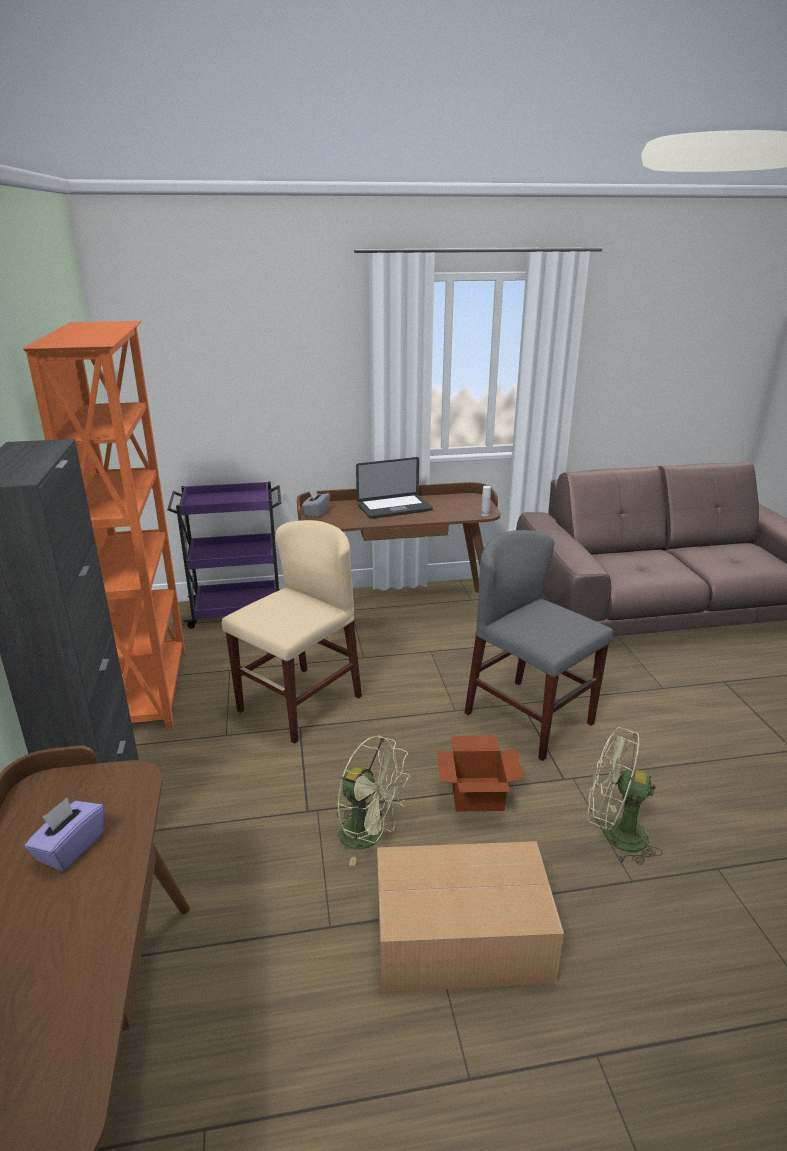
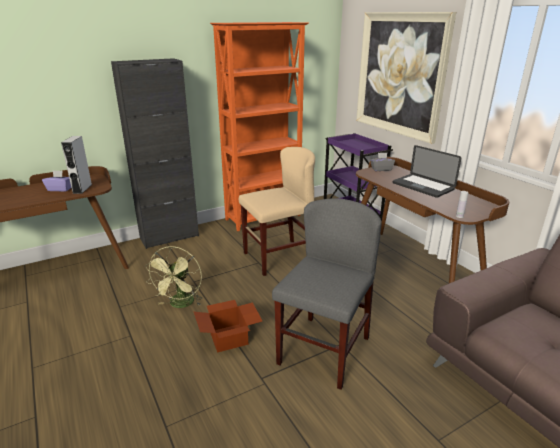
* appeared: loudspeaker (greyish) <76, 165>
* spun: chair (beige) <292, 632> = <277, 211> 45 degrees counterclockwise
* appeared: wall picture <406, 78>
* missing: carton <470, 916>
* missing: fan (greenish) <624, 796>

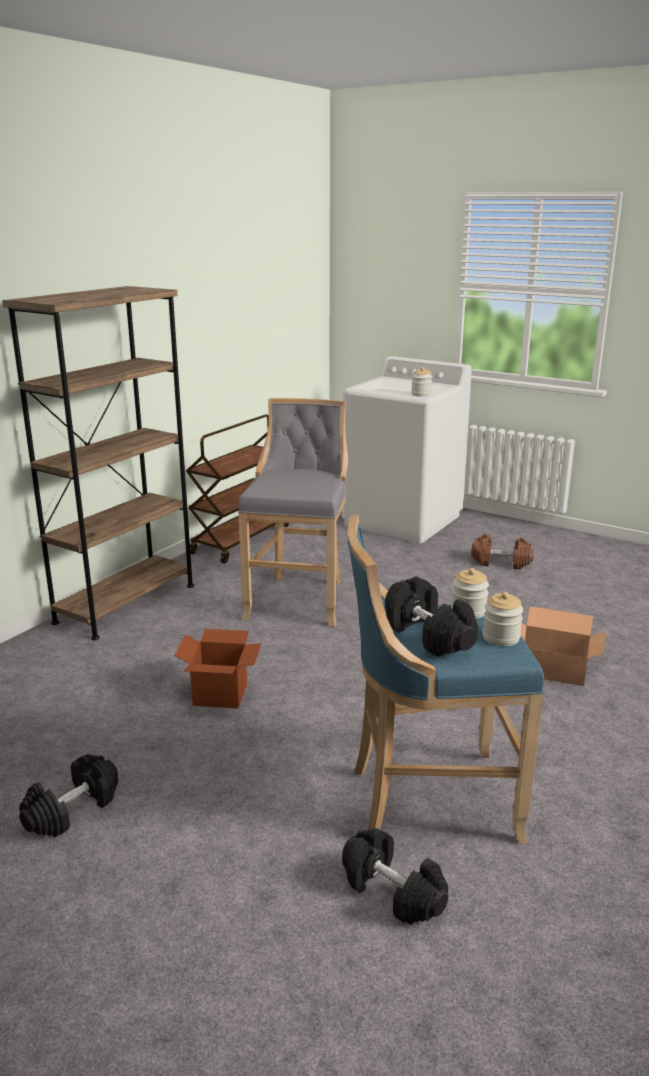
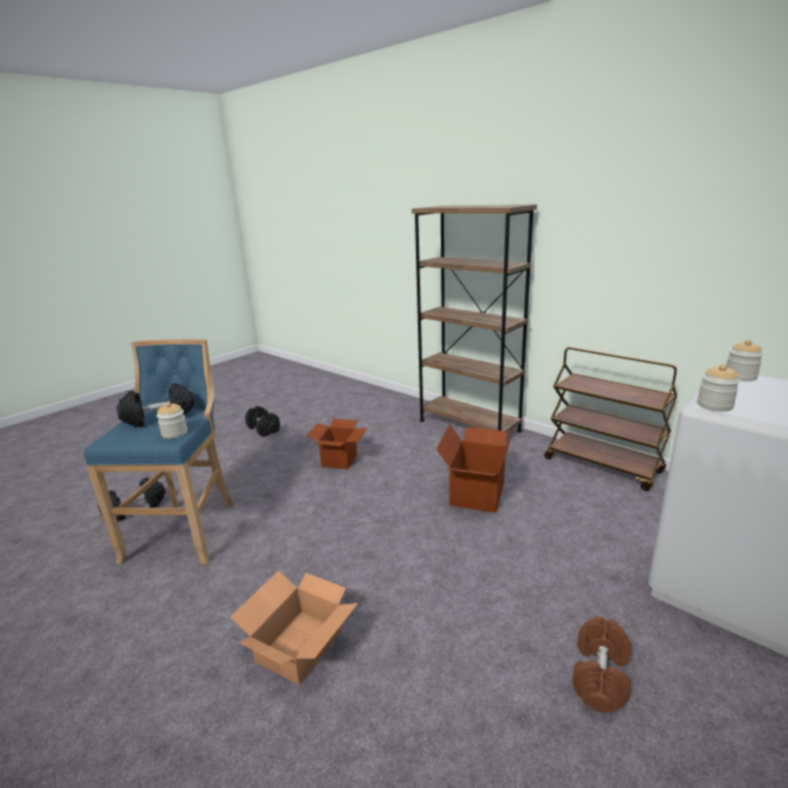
* exchanged: sitting stool (greyish) <293, 512> to carton <475, 468>
* relocated: jar <503, 619> to <744, 360>

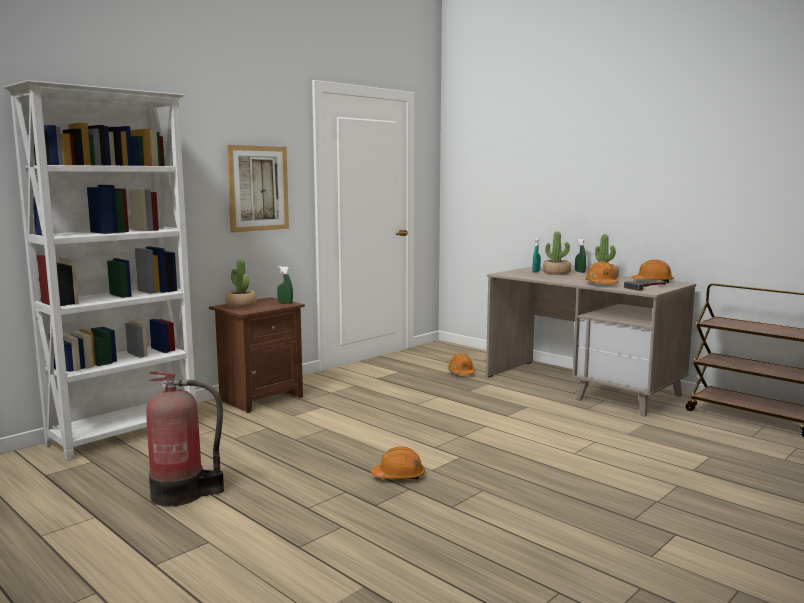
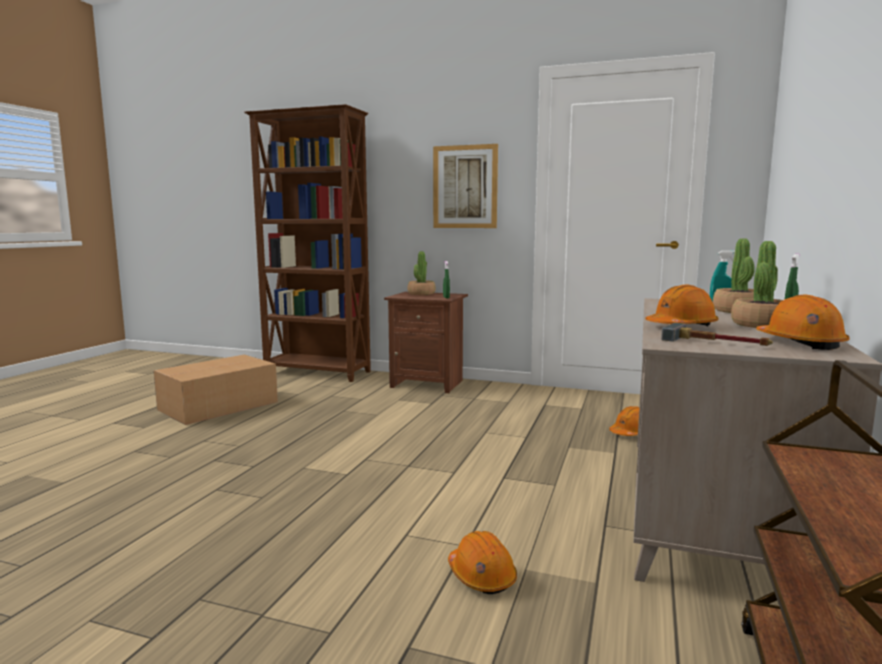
* exchanged: fire-fighting cylinder <185, 438> to carton <216, 389>
* colour: bookshelf (white-coloured) <100, 270> to bookshelf (brownish) <307, 243>
* relocated: safety helmet (orange-coloured) <398, 462> to <482, 562>

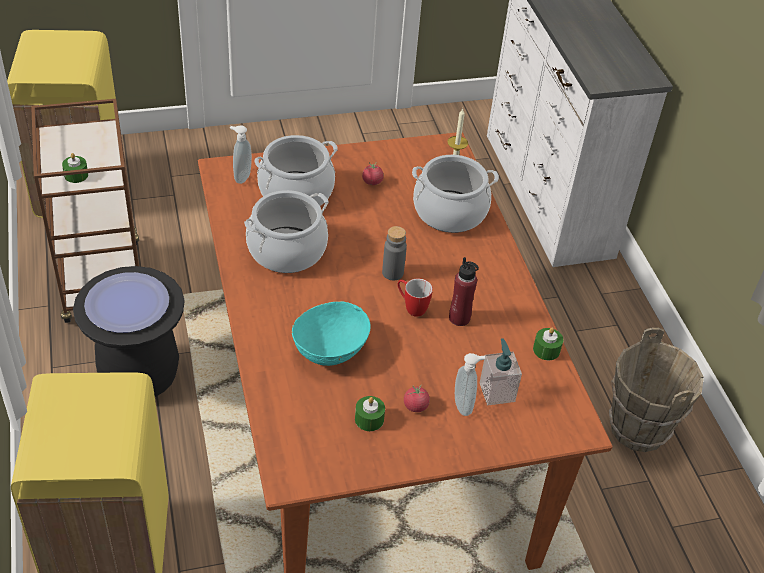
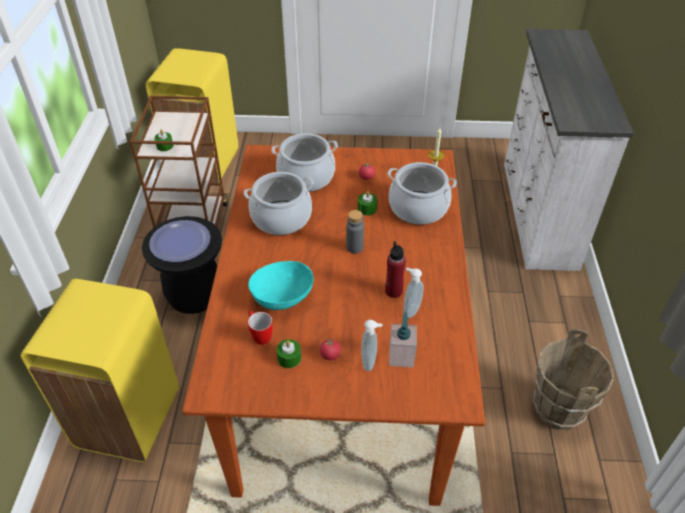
* relocated: coffee mug <415, 297> to <260, 327>
* relocated: candle (greenish) <548, 344> to <367, 203>
* relocated: liquid soap bottle <241, 154> to <413, 293>

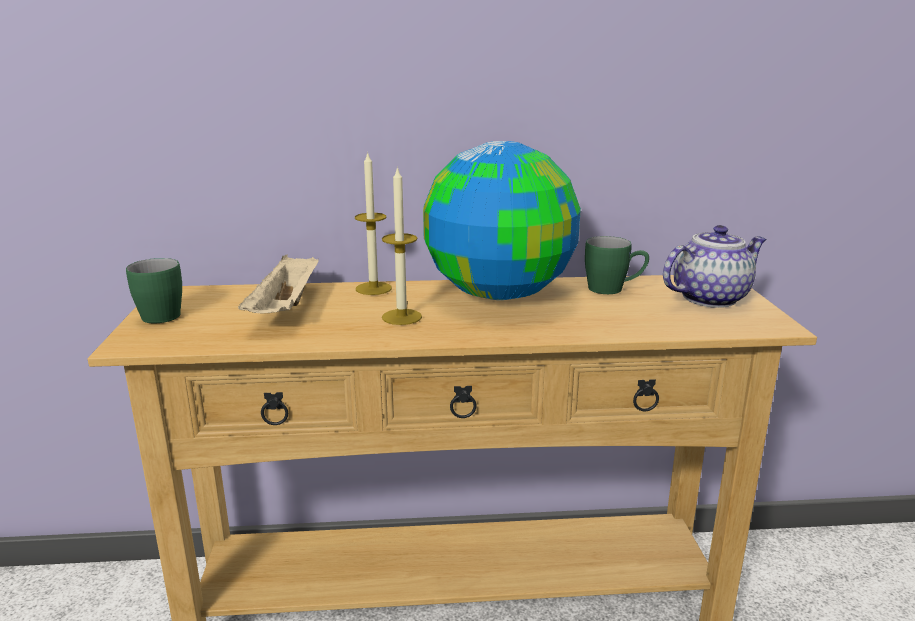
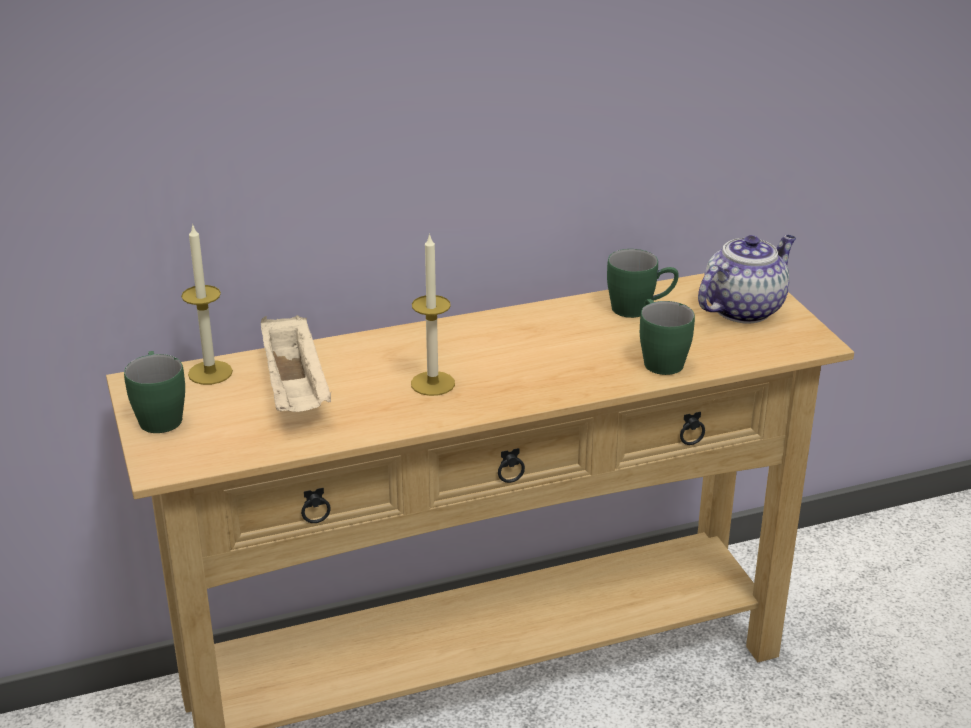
* relocated: candle <373, 223> to <207, 304>
* appeared: coffee mug (greenish) <667, 337>
* missing: world globe <502, 220>

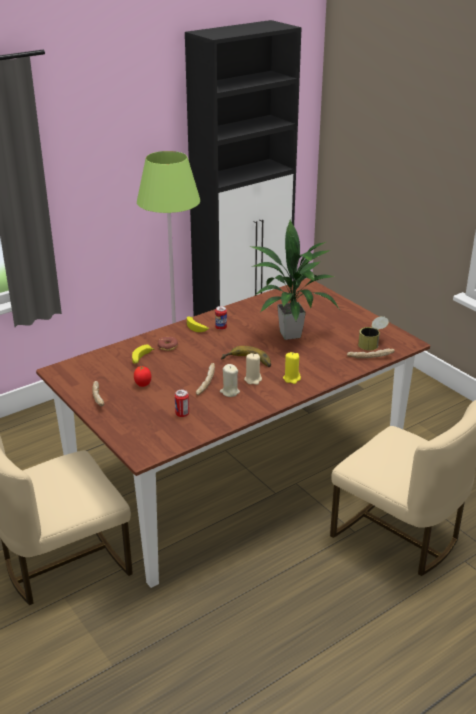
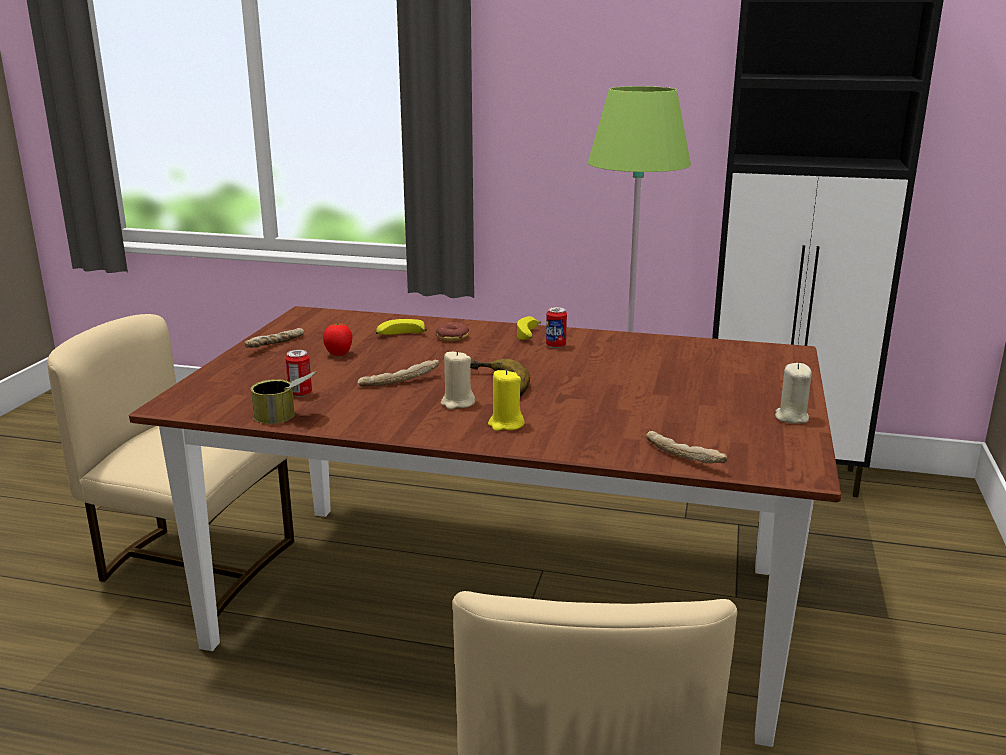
* relocated: metal can <373, 333> to <284, 397>
* relocated: candle (beige) <230, 380> to <793, 393>
* missing: potted plant <294, 279>

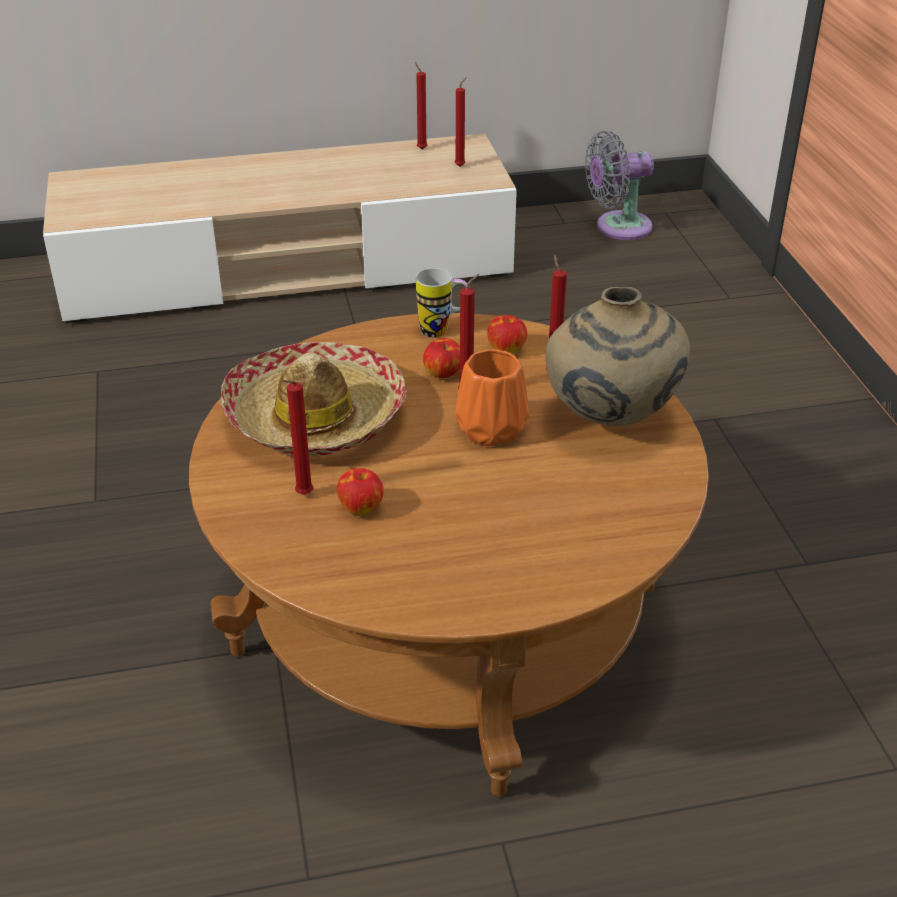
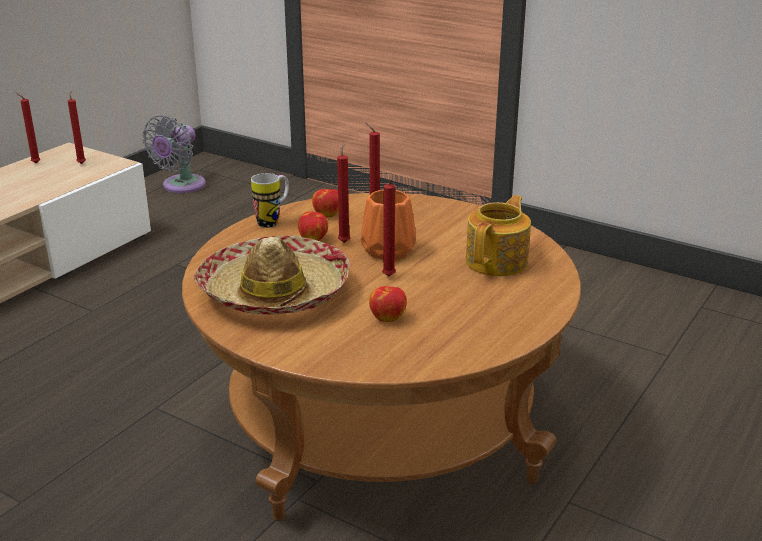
* relocated: candle (reddish) <297, 437> to <389, 227>
* appeared: pot for tea <498, 235>
* missing: decorative vase (beige) <617, 356>

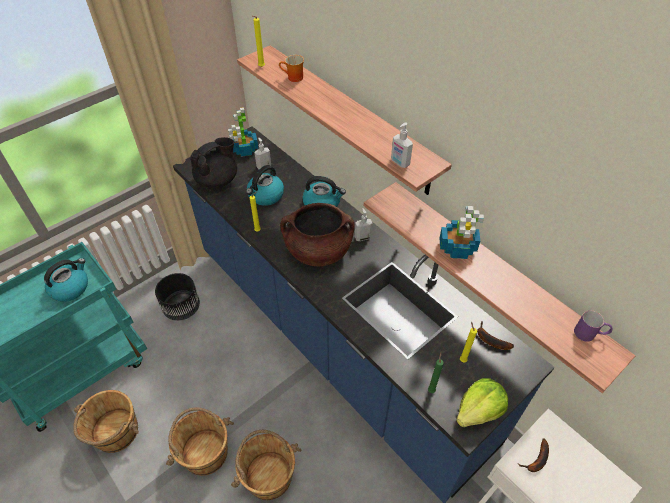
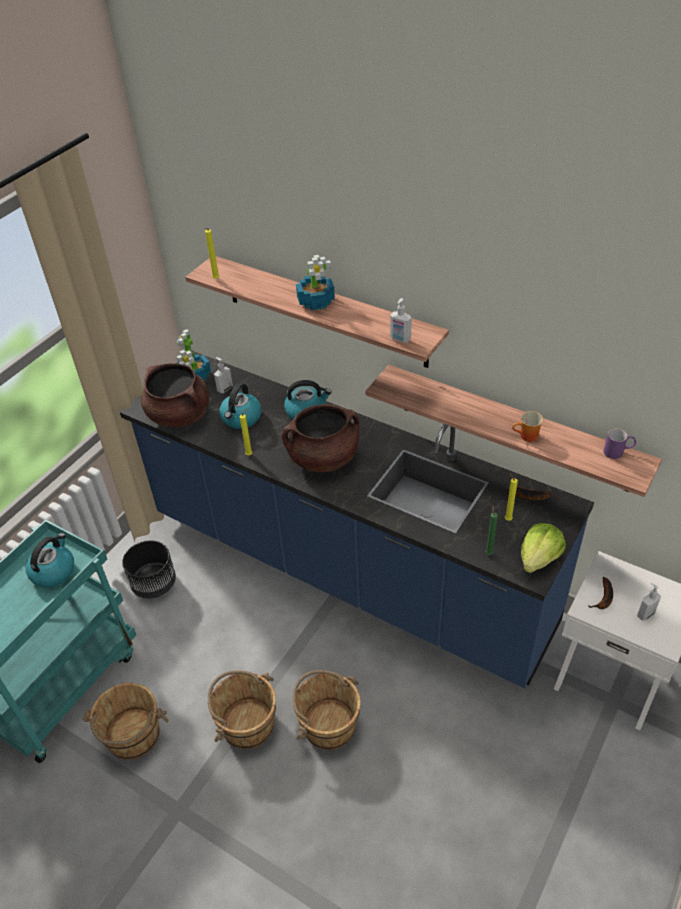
* exchanged: pot for tea (black-coloured) <213, 162> to saucepot (brownish) <175, 395>
* relocated: potted plant <462, 232> to <315, 283>
* relocated: coffee mug <291, 68> to <527, 426>
* relocated: liquid soap bottle <364, 224> to <649, 602>

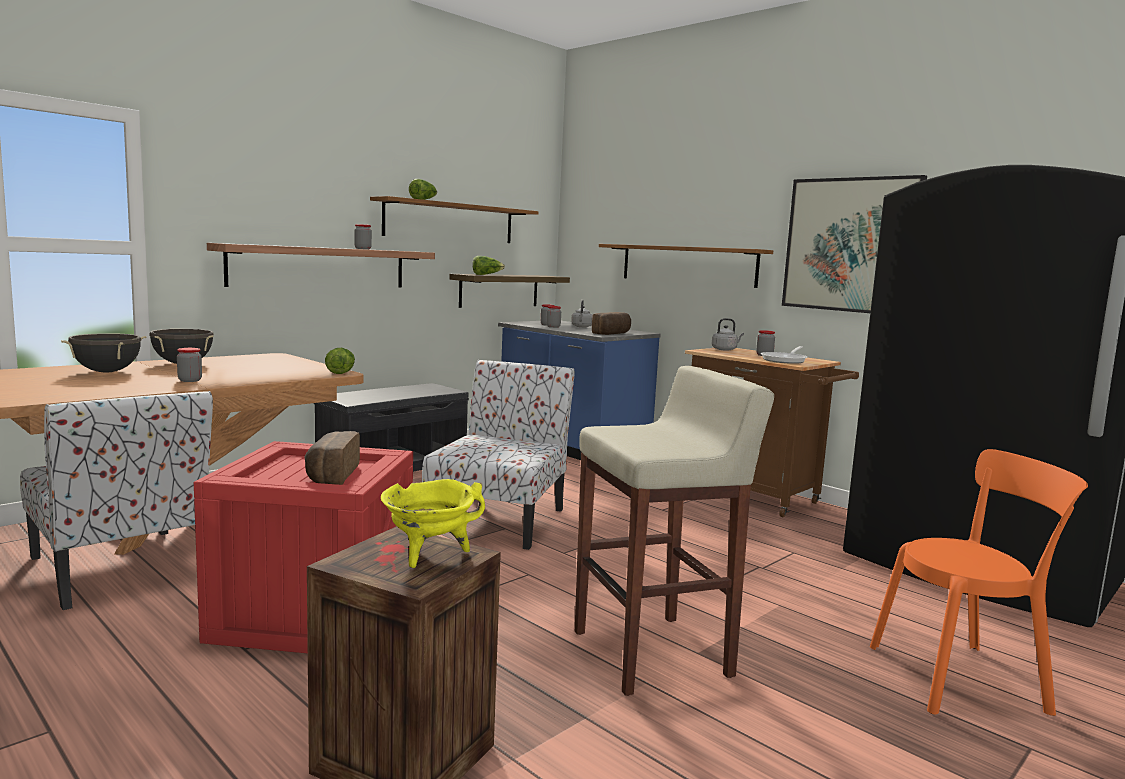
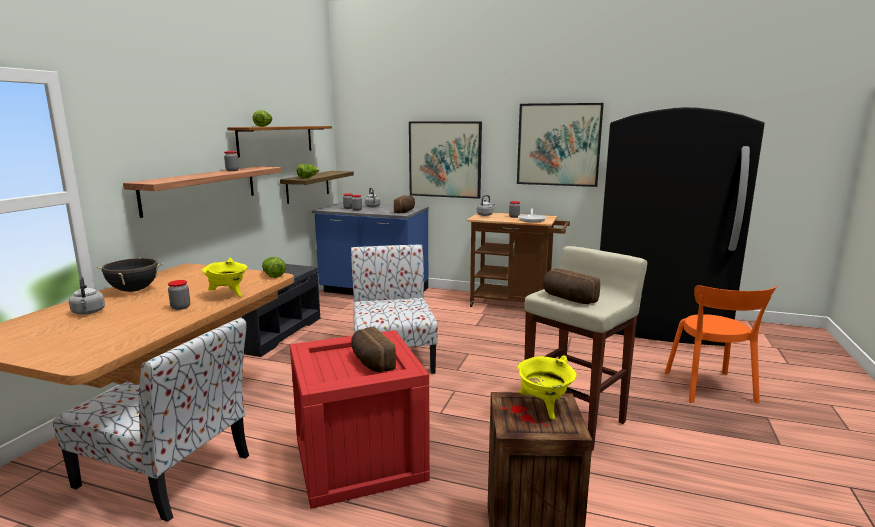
* exchanged: saucepot (black-coloured) <103, 353> to tea kettle (greyish) <87, 295>
* appeared: saucepot (yellow) <225, 277>
* exchanged: shelf <686, 266> to wall picture <445, 160>
* appeared: baked bread <571, 286>
* spun: chair (orange-coloured) <979, 582> = <721, 344> 120 degrees clockwise

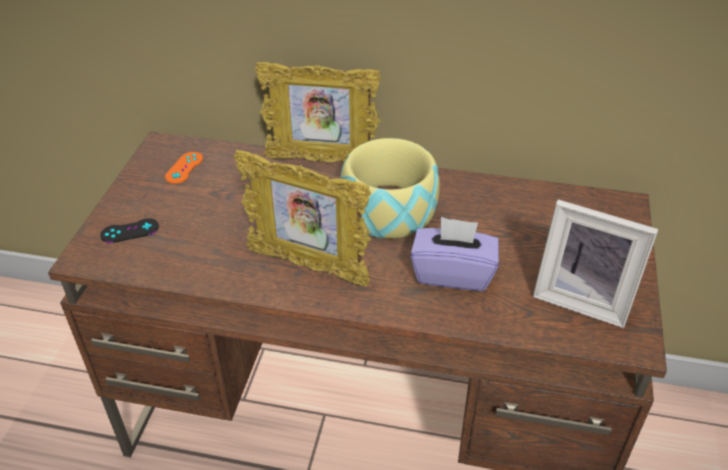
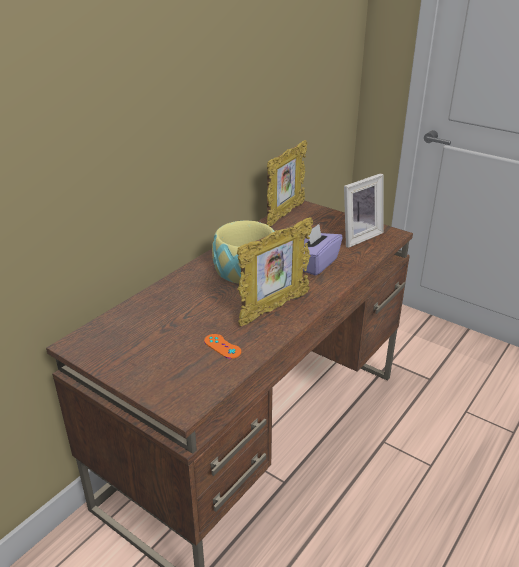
* relocated: gamepad (orange-coloured) <184, 168> to <222, 346>
* relocated: photo frame <318, 112> to <287, 183>
* missing: gamepad (black-coloured) <129, 230>

